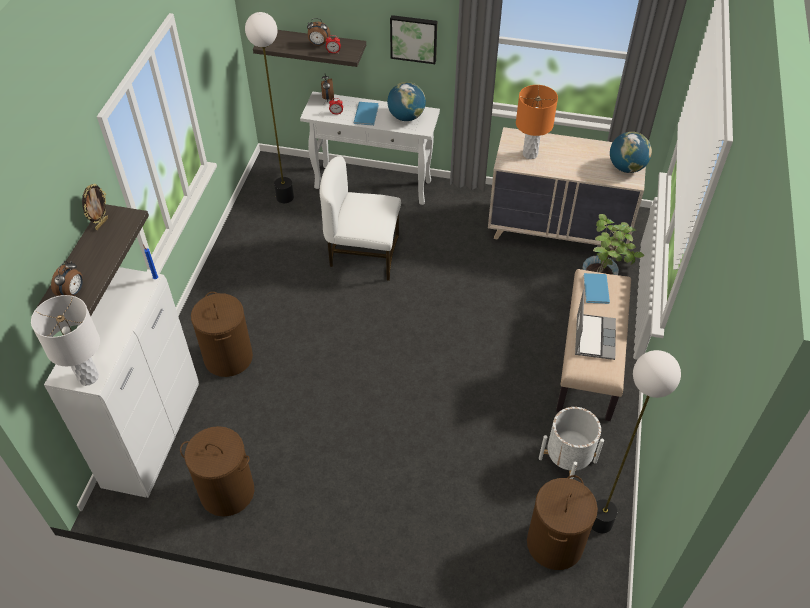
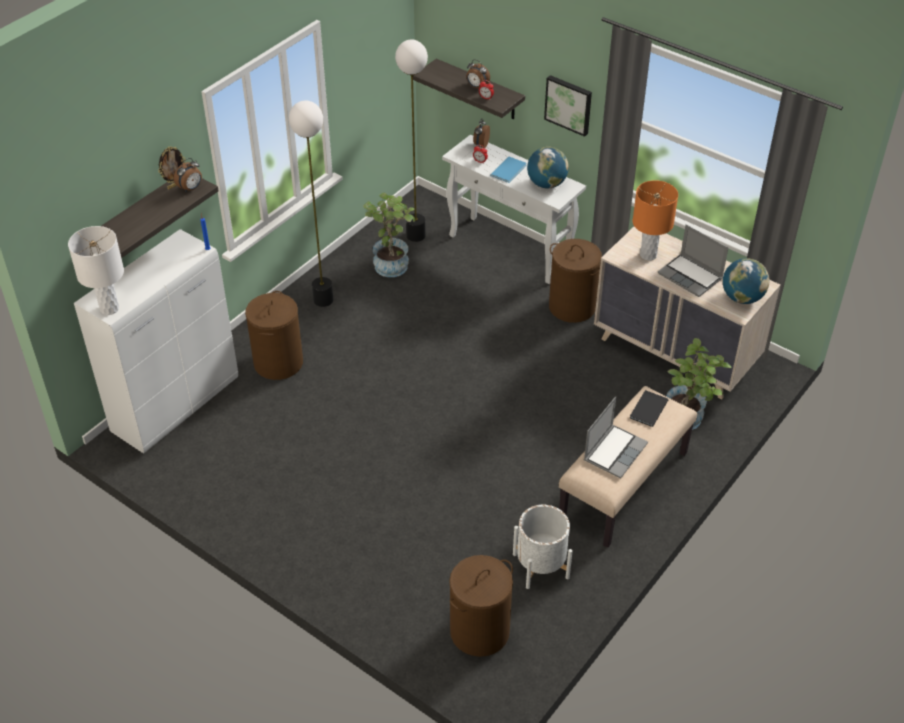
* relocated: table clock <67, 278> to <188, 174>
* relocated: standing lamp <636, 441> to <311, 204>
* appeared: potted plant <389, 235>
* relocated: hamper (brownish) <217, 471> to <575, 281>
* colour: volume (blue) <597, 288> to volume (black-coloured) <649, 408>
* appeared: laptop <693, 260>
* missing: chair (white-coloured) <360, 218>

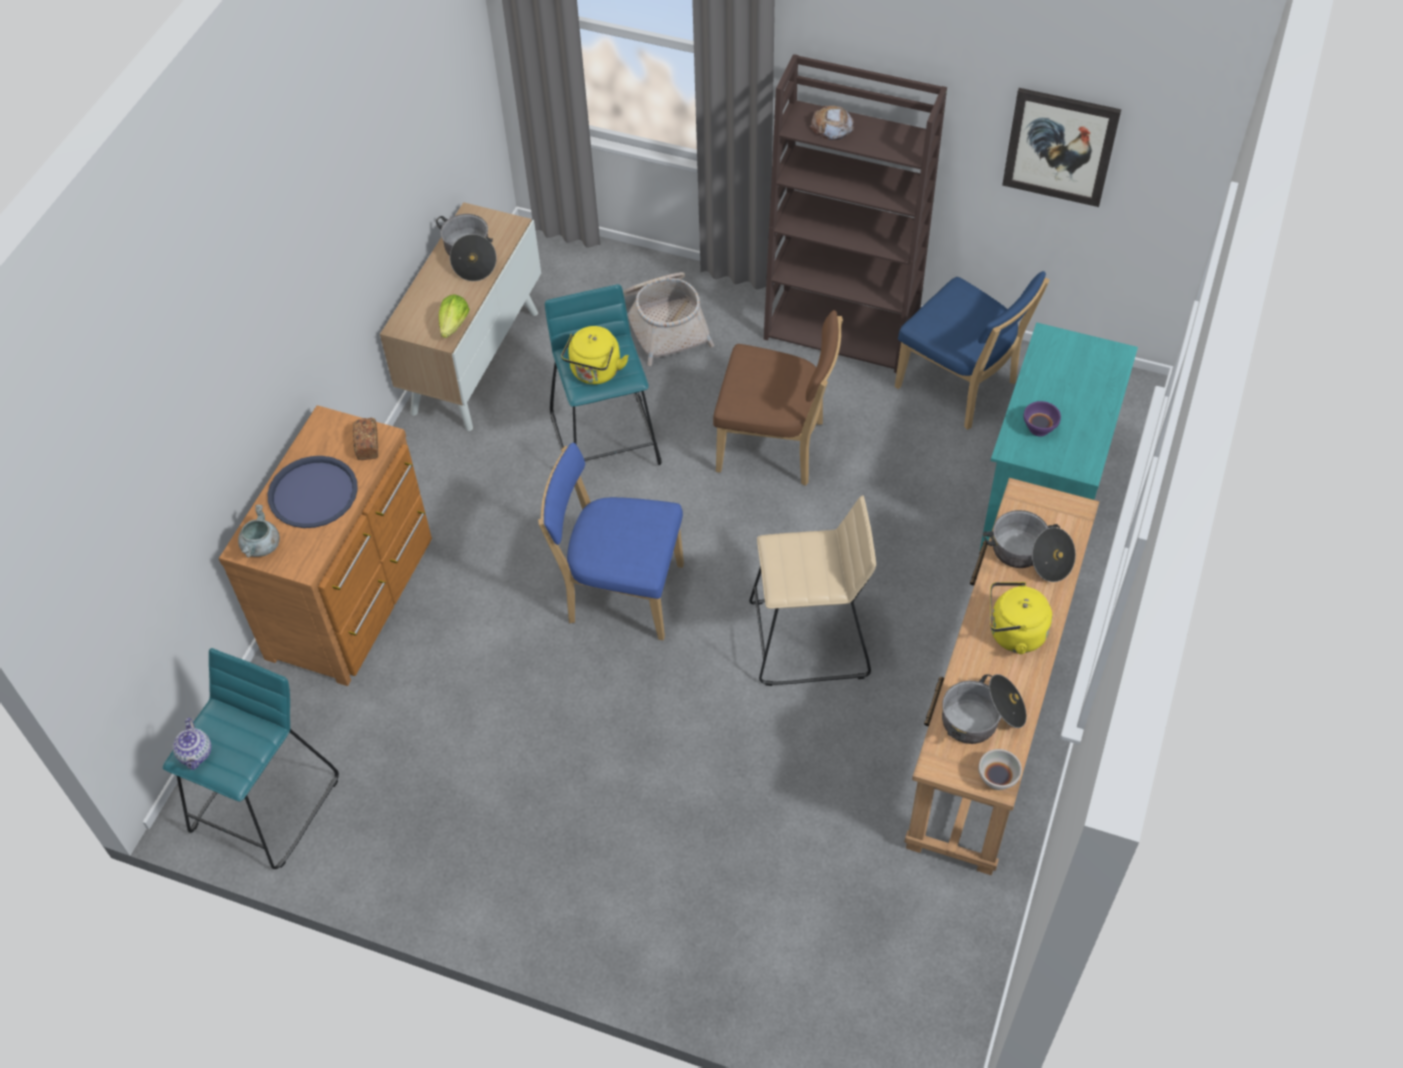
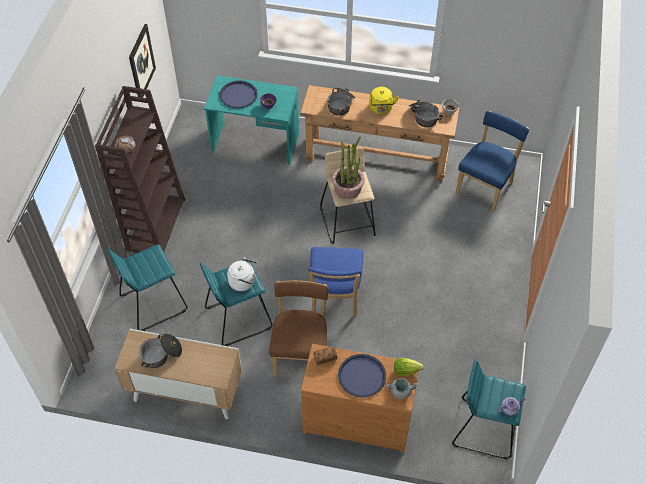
* exchanged: storage basket <668, 319> to sitting stool (blue-green) <147, 287>
* appeared: carrying tray (blue) <238, 95>
* colour: tea kettle (yellow) <595, 355> to tea kettle (white-coloured) <242, 274>
* relocated: chair (brownish) <778, 398> to <298, 329>
* appeared: potted plant <348, 167>
* relocated: lettuce head <454, 316> to <409, 367>
* relocated: chair (blue) <972, 350> to <492, 161>

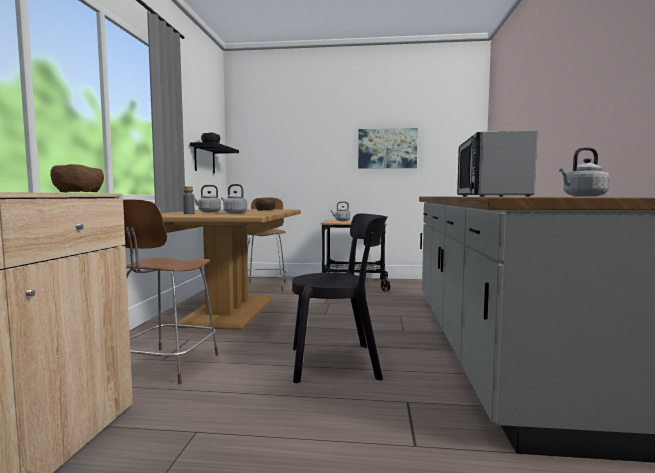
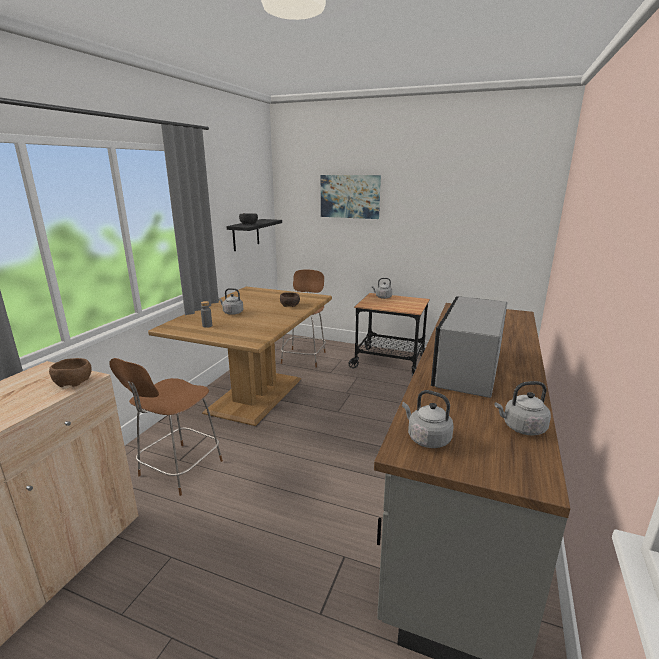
* relocated: wall picture <388, 148> to <351, 197>
* relocated: tea kettle (greyish) <234, 198> to <428, 419>
* missing: chair (black-coloured) <340, 298>

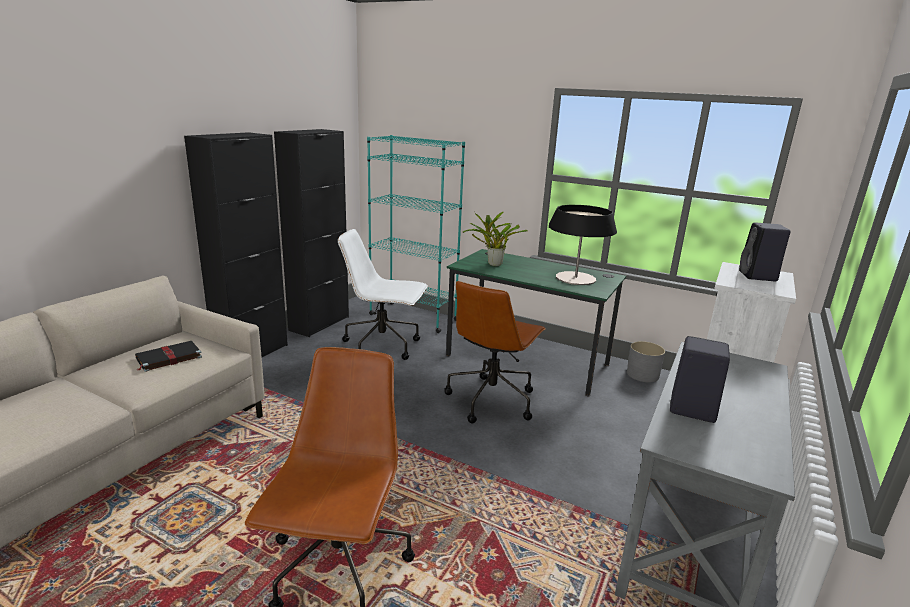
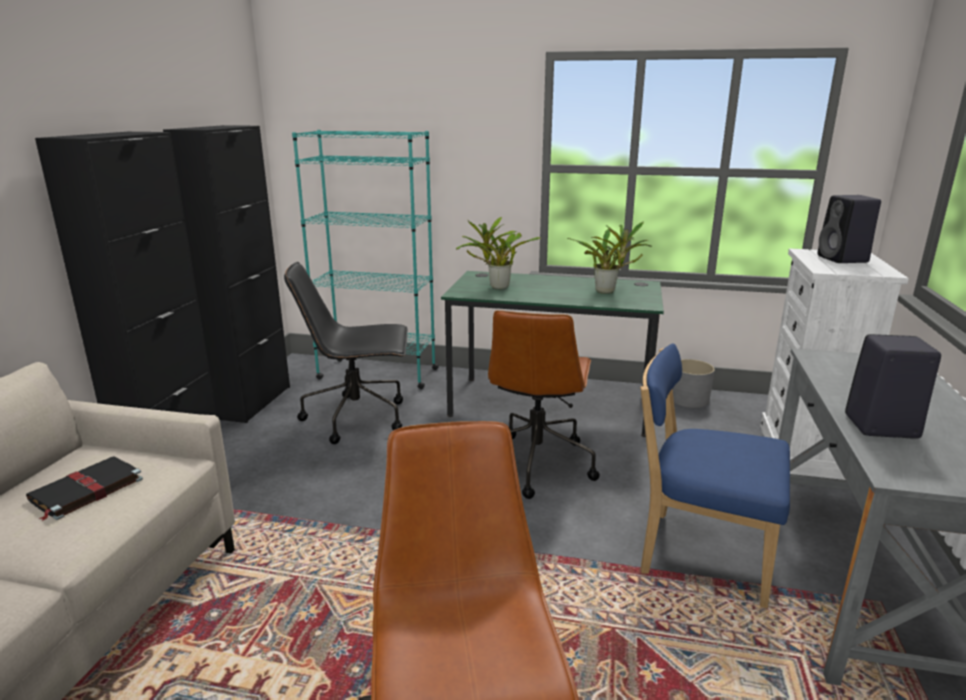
* colour: computer chair (white-coloured) <383, 294> to computer chair (black-coloured) <346, 353>
* exchanged: tabletop lamp <583, 245> to potted plant <609, 257>
* appeared: chair (blue) <715, 475>

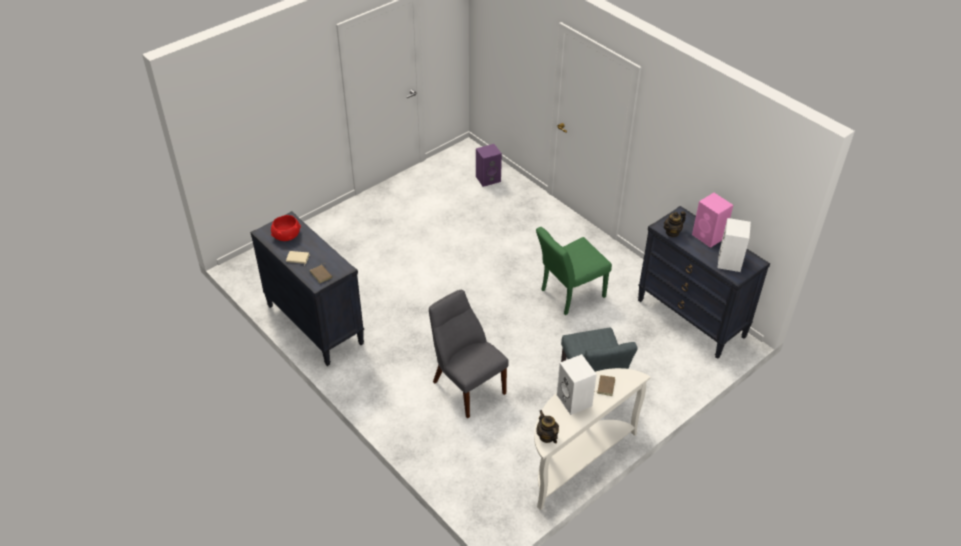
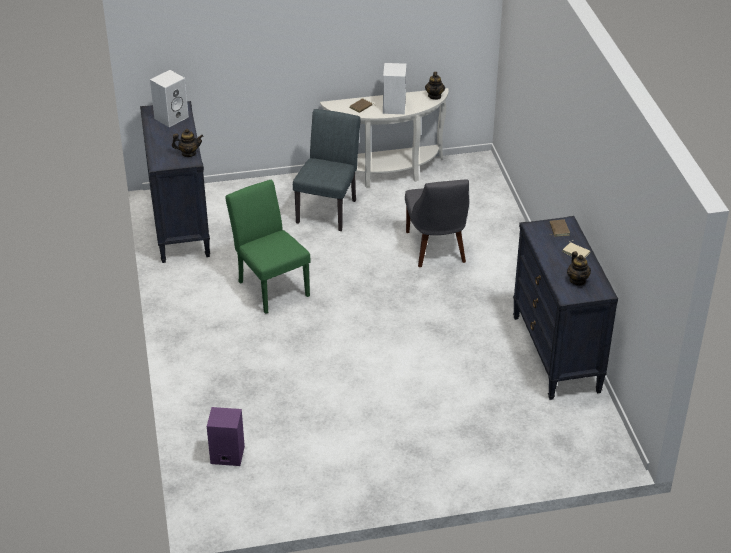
* spun: chair (greenish) <574, 271> = <268, 247> 120 degrees counterclockwise
* exchanged: bowl (reddish) <286, 228> to pot for tea <579, 268>
* missing: loudspeaker (pink-coloured) <712, 220>

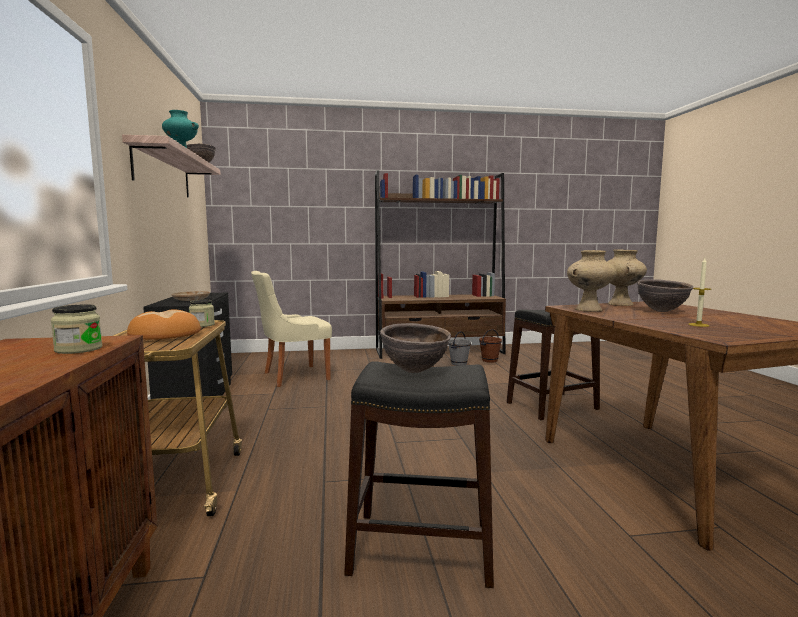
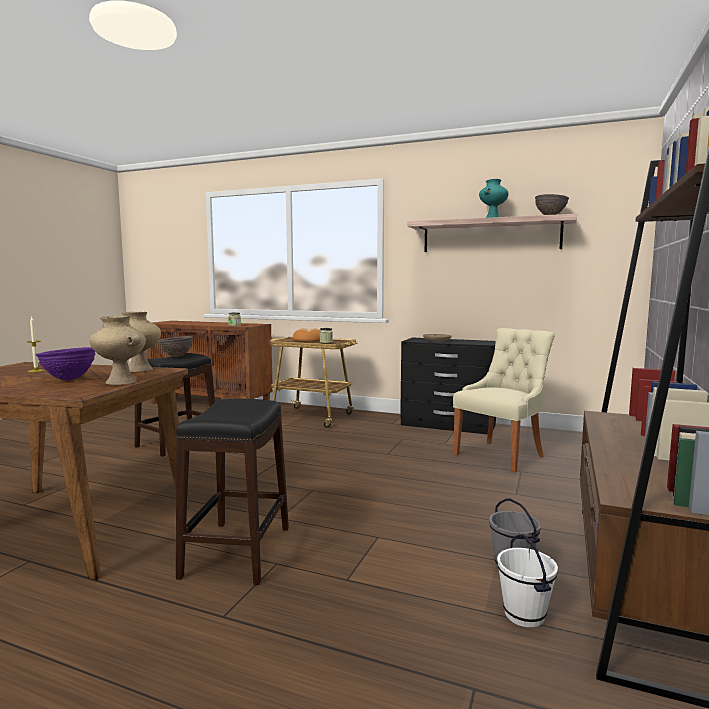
* colour: bowl (brownish) <665, 295> to bowl (purple) <65, 363>
* spun: chair (beige) <291, 329> = <504, 400> 45 degrees clockwise
* colour: water bucket (brownish) <490, 346> to water bucket (white-coloured) <527, 581>

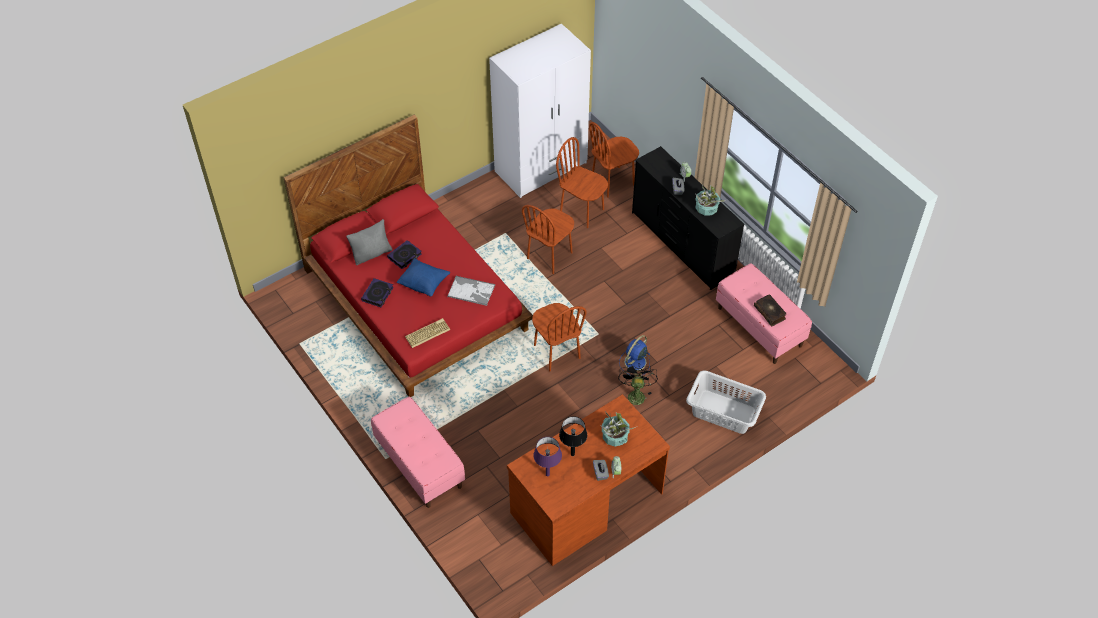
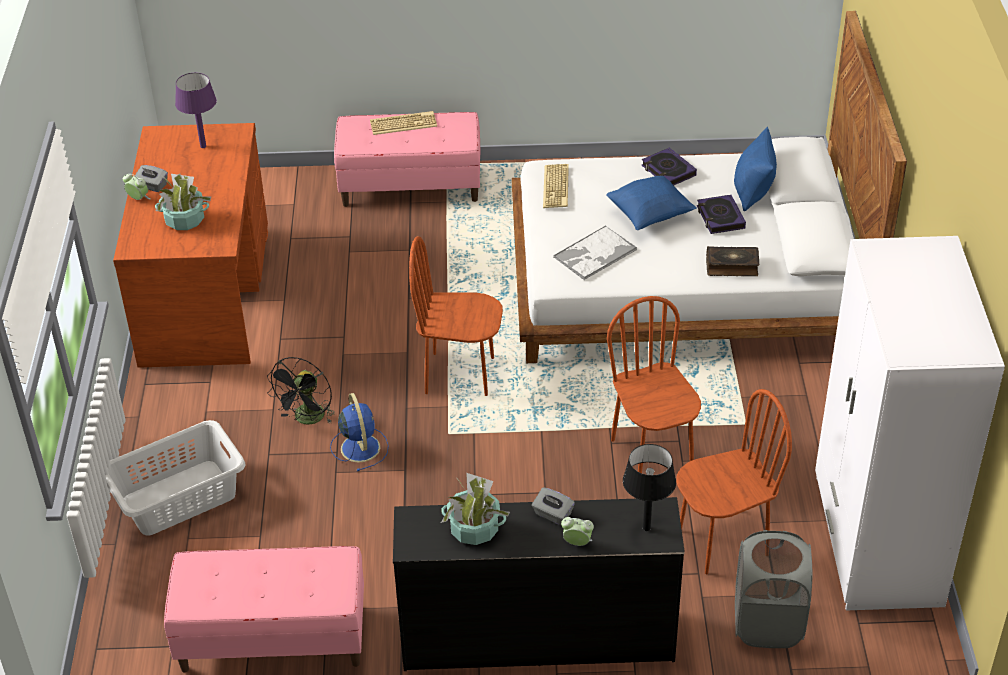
* spun: fan (black-coloured) <638, 384> = <301, 391> 75 degrees clockwise
* appeared: PC keyboard <403, 123>
* colour: bed (reddish) <408, 256> to bed (white-coloured) <709, 187>
* relocated: tabletop lamp (black-coloured) <573, 436> to <649, 487>
* relocated: volume <770, 310> to <732, 261>
* colour: throw pillow (greyish) <369, 242> to throw pillow (blue) <755, 169>
* exchanged: chair (brownish) <614, 160> to hamper (greyish) <774, 589>

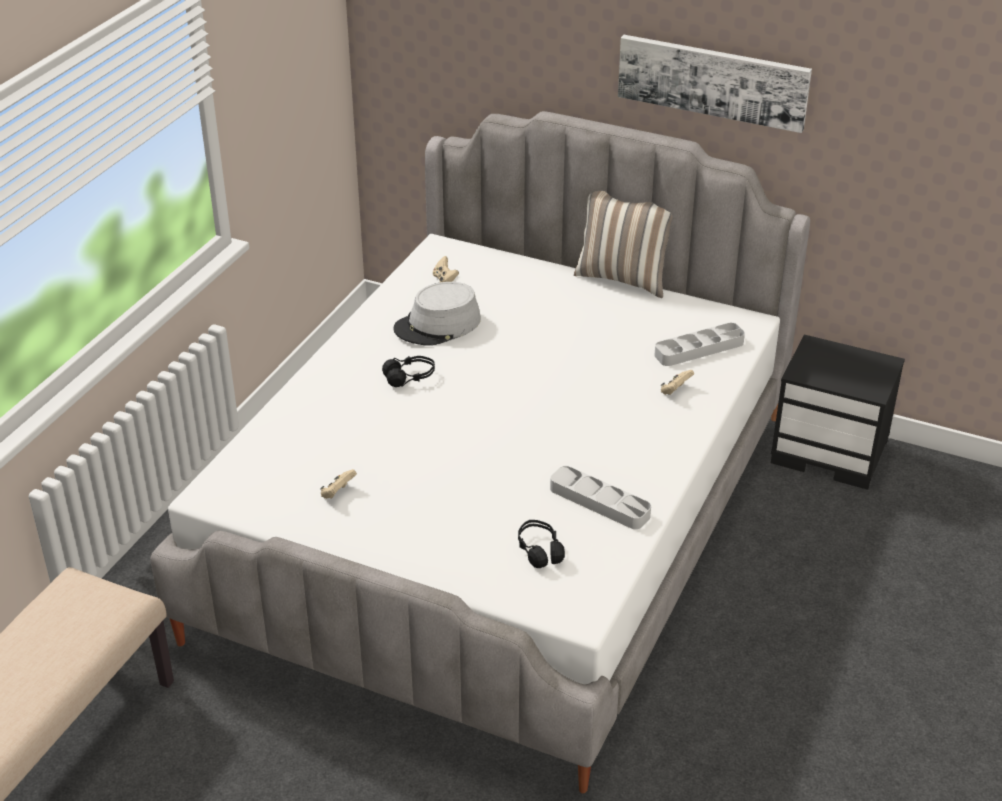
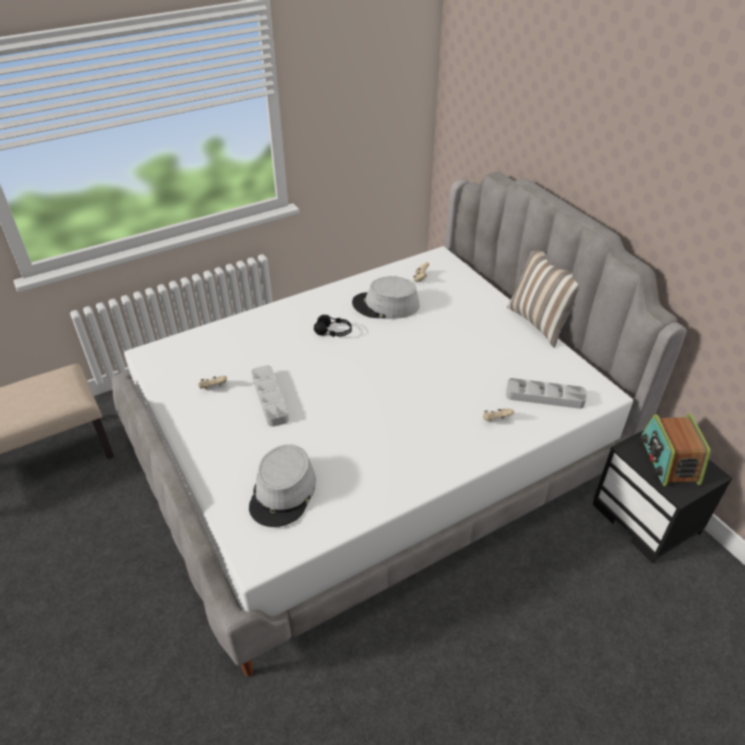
* exchanged: pair of headphones (black-coloured) <541, 544> to wearable hat (greyish) <282, 485>
* relocated: carrying tray (greyish) <600, 497> to <270, 396>
* appeared: radio set <675, 449>
* missing: wall picture <715, 84>

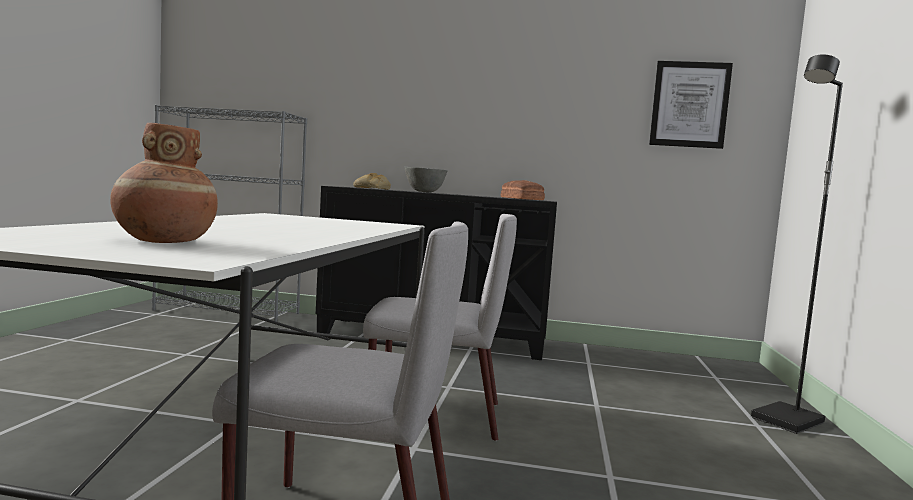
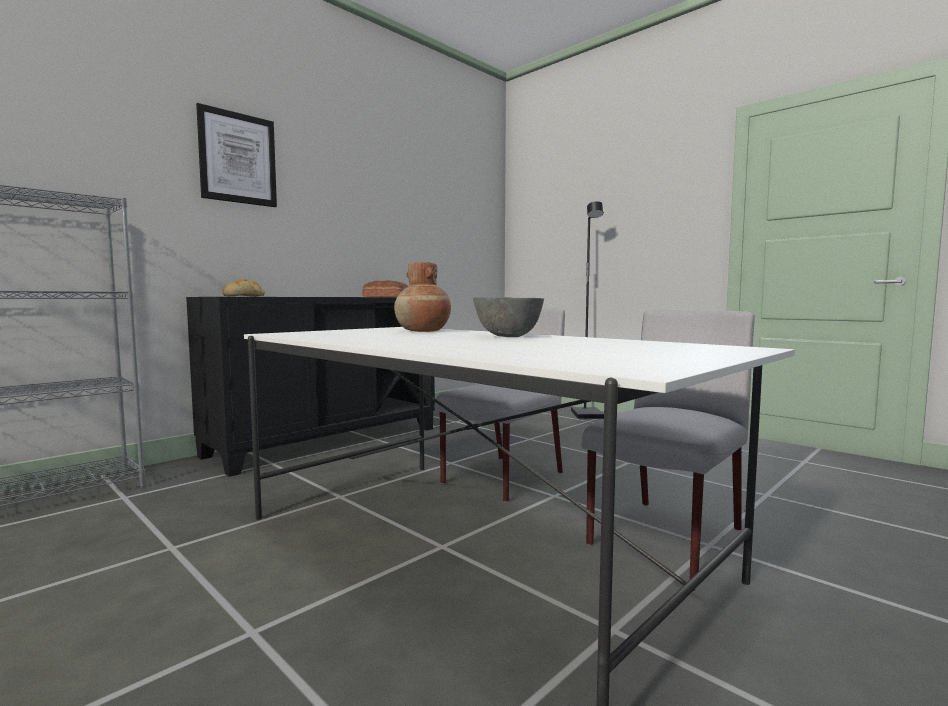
* relocated: wall picture <691, 105> to <236, 155>
* relocated: decorative vase (brownish) <164, 183> to <422, 297>
* relocated: bowl (greyish) <426, 180> to <508, 317>

